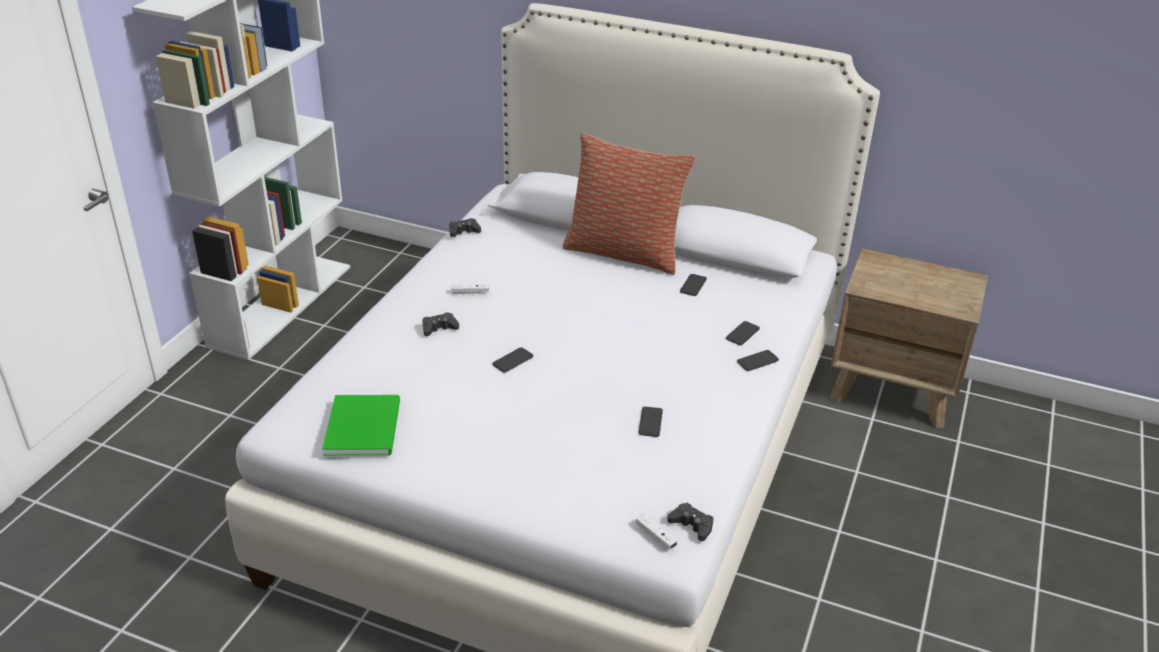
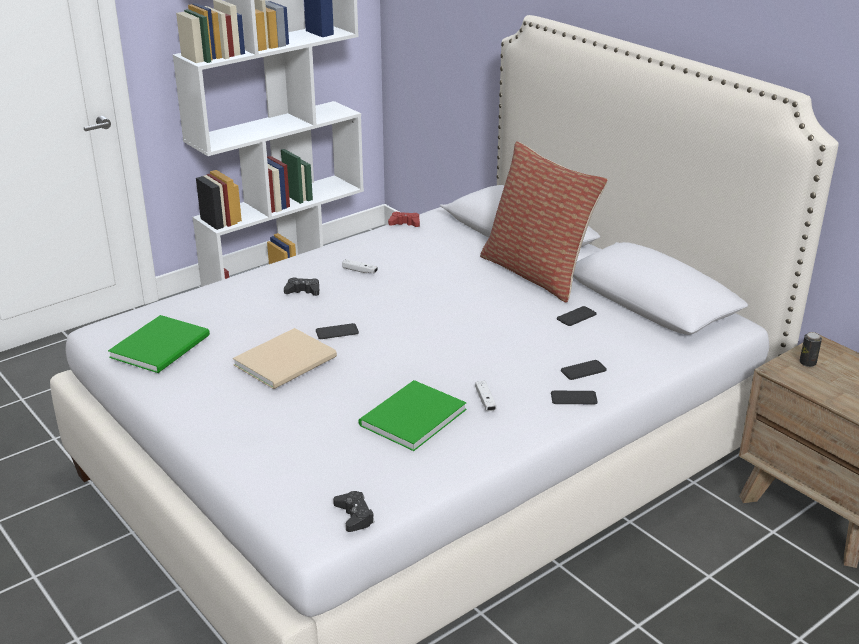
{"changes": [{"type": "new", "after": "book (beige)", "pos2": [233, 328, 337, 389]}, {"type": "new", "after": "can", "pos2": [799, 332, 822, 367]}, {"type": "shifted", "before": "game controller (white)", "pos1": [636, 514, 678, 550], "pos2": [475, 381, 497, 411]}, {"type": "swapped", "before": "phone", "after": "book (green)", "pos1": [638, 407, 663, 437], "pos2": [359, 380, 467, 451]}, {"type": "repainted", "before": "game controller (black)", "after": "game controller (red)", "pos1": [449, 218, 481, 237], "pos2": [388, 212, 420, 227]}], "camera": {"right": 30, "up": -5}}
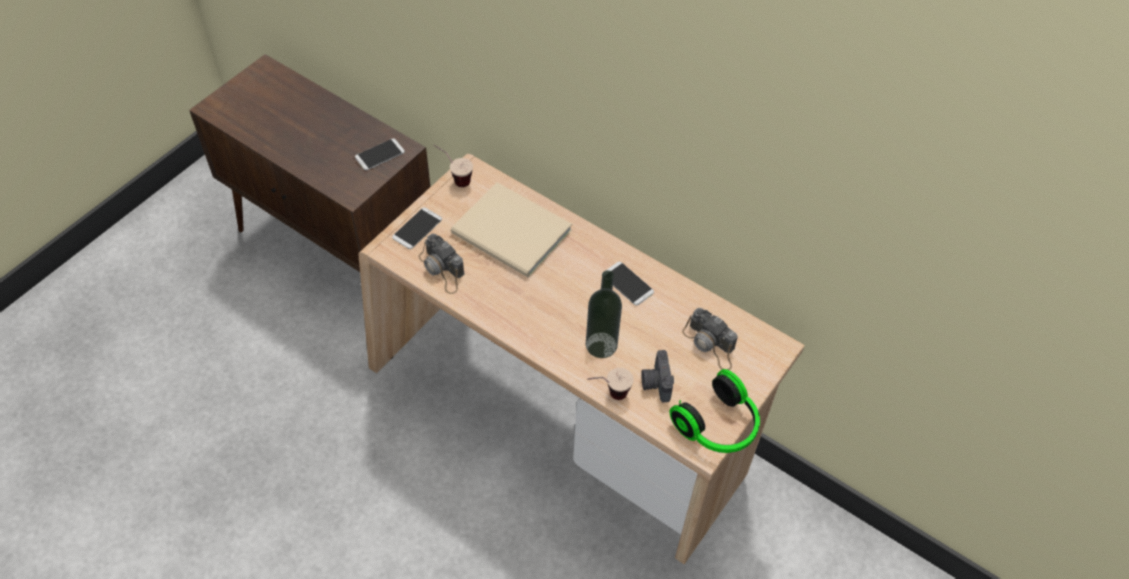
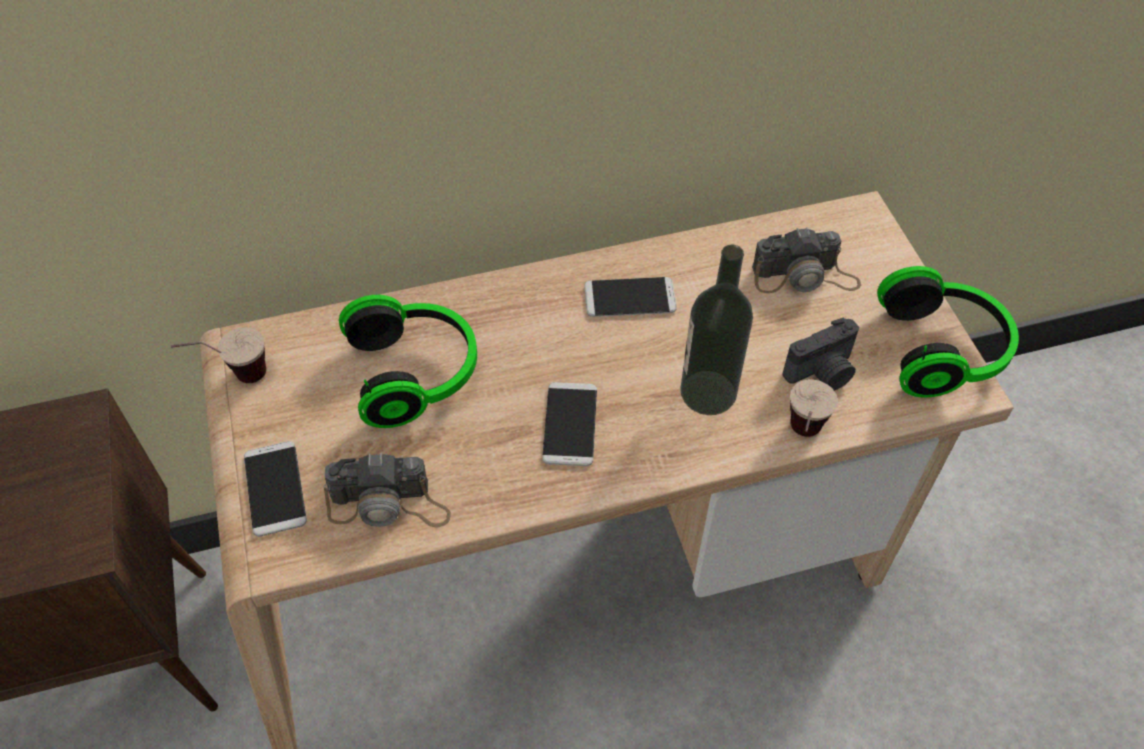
{"changes": [{"type": "shifted", "before": "phone", "pos1": [355, 139, 405, 170], "pos2": [542, 382, 597, 466]}, {"type": "swapped", "before": "book (beige)", "after": "headphones", "pos1": [451, 182, 572, 278], "pos2": [339, 295, 477, 428]}, {"type": "rotated", "before": "photo camera", "pos1": [641, 350, 674, 402], "pos2": [783, 317, 859, 391], "turn": -60}], "camera": {"right": -50, "up": 0}}
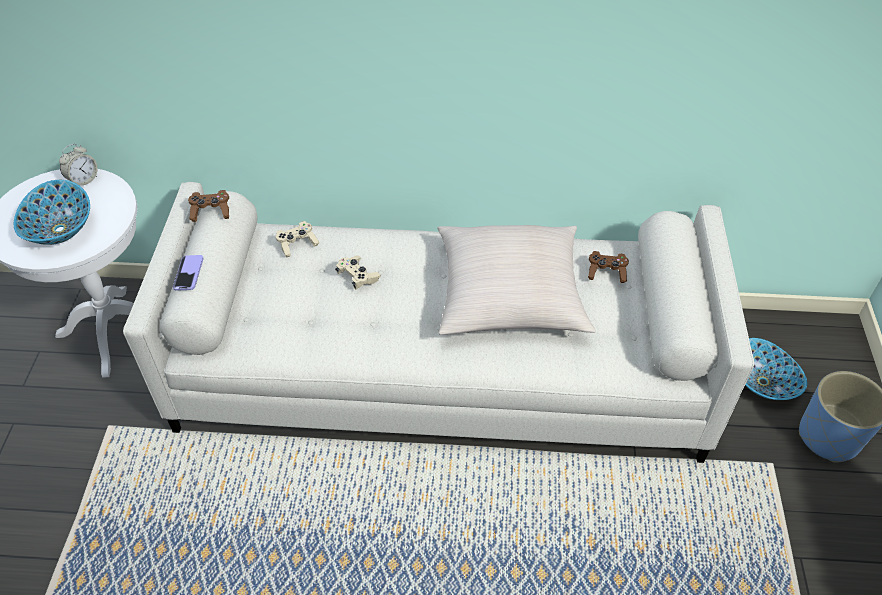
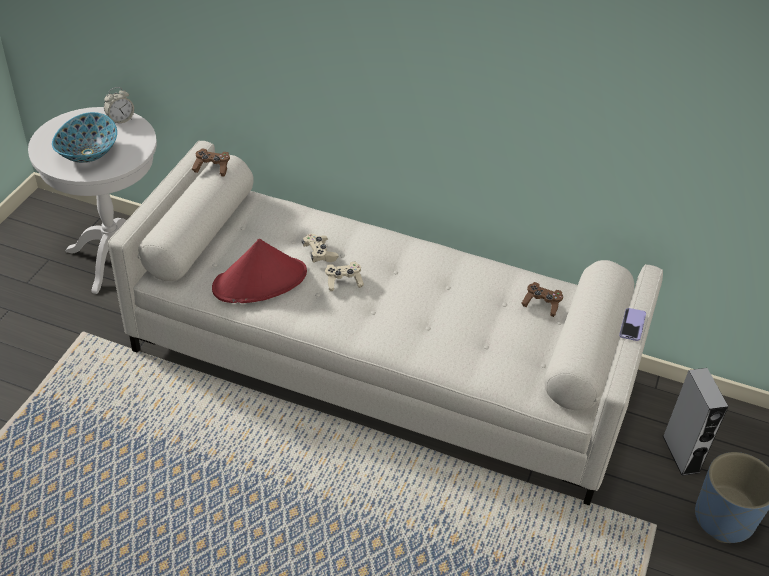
{"changes": [{"type": "gone", "before": "pillow (beige)", "pos1": [437, 225, 596, 335]}, {"type": "new", "after": "hat (red)", "pos2": [212, 239, 307, 303]}, {"type": "shifted", "before": "phone", "pos1": [173, 255, 204, 291], "pos2": [619, 308, 646, 341]}, {"type": "shifted", "before": "game controller (beige)", "pos1": [276, 221, 320, 258], "pos2": [325, 262, 364, 291]}, {"type": "swapped", "before": "bowl", "after": "speaker (grey)", "pos1": [745, 338, 807, 400], "pos2": [663, 368, 729, 476]}], "camera": {"right": 15, "up": -5}}
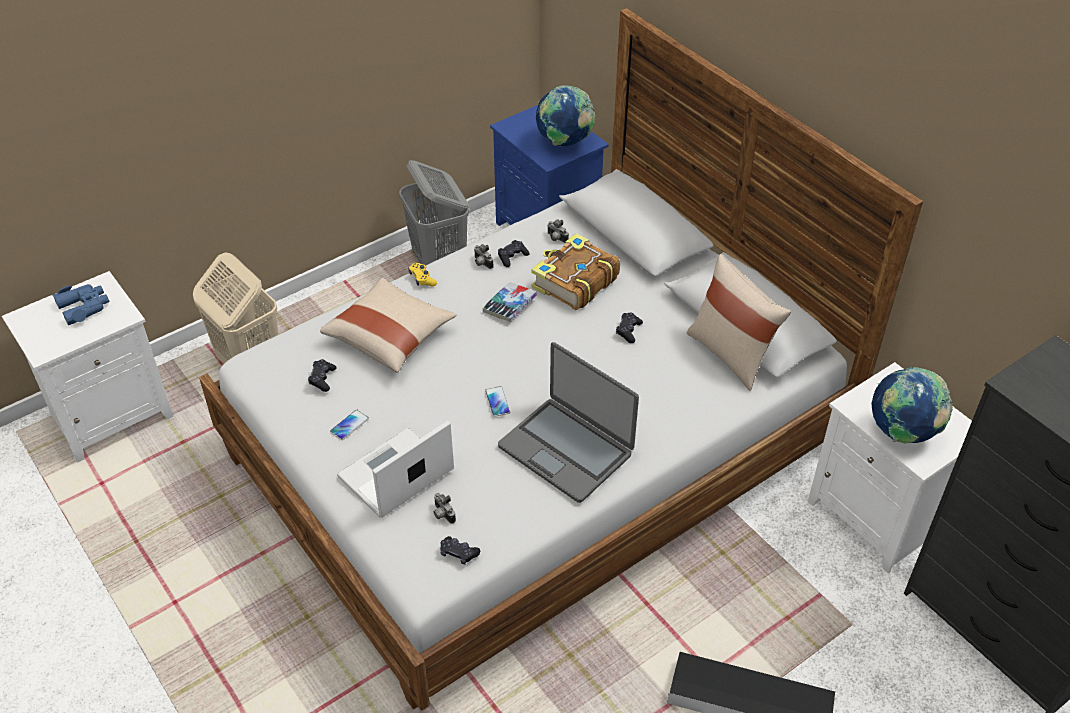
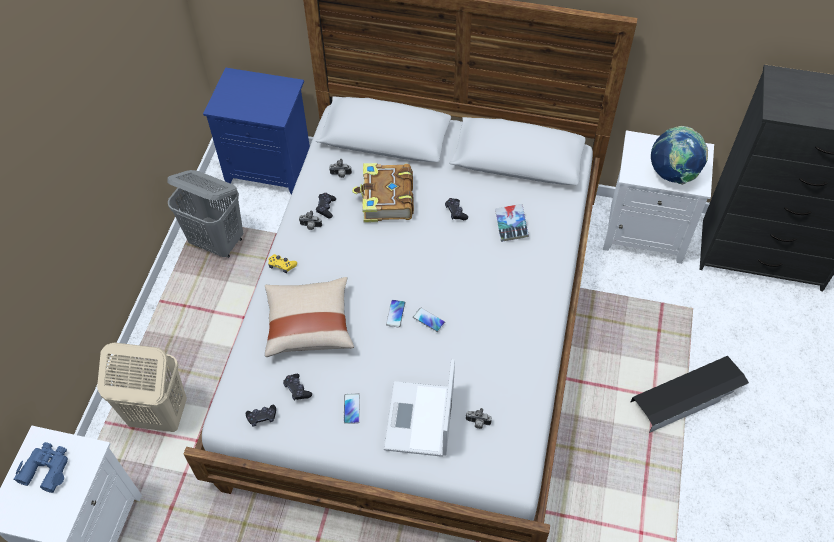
{"changes": [{"type": "gone", "before": "laptop", "pos1": [498, 342, 639, 503]}, {"type": "gone", "before": "globe", "pos1": [536, 85, 595, 147]}, {"type": "gone", "before": "pillow (beige)", "pos1": [686, 254, 791, 391]}, {"type": "new", "after": "phone", "pos2": [386, 300, 405, 328]}, {"type": "shifted", "before": "game controller (black)", "pos1": [440, 536, 480, 565], "pos2": [246, 405, 276, 426]}, {"type": "shifted", "before": "book", "pos1": [482, 282, 537, 322], "pos2": [495, 204, 529, 242]}], "camera": {"right": -40, "up": 10}}
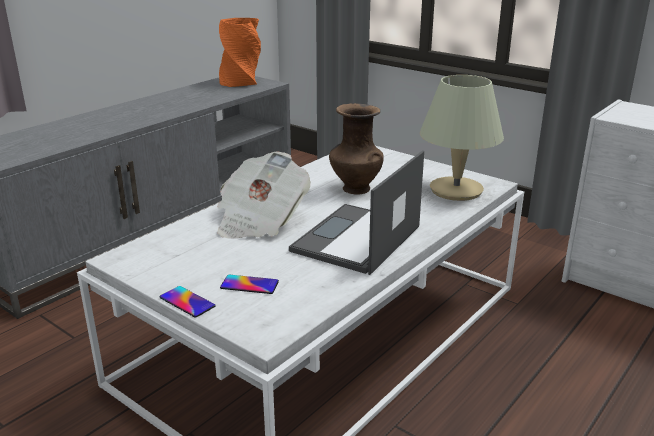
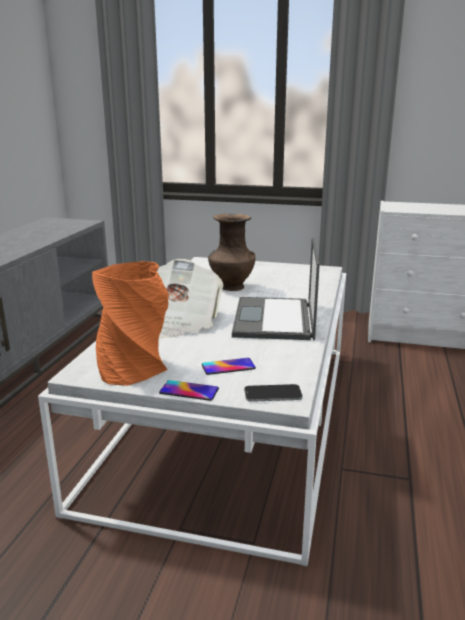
{"changes": [{"type": "gone", "before": "table lamp (beige)", "pos1": [420, 75, 504, 201]}, {"type": "new", "after": "phone", "pos2": [244, 384, 303, 402]}, {"type": "shifted", "before": "vase (orange)", "pos1": [219, 18, 261, 87], "pos2": [92, 261, 169, 386]}], "camera": {"right": -25, "up": -5}}
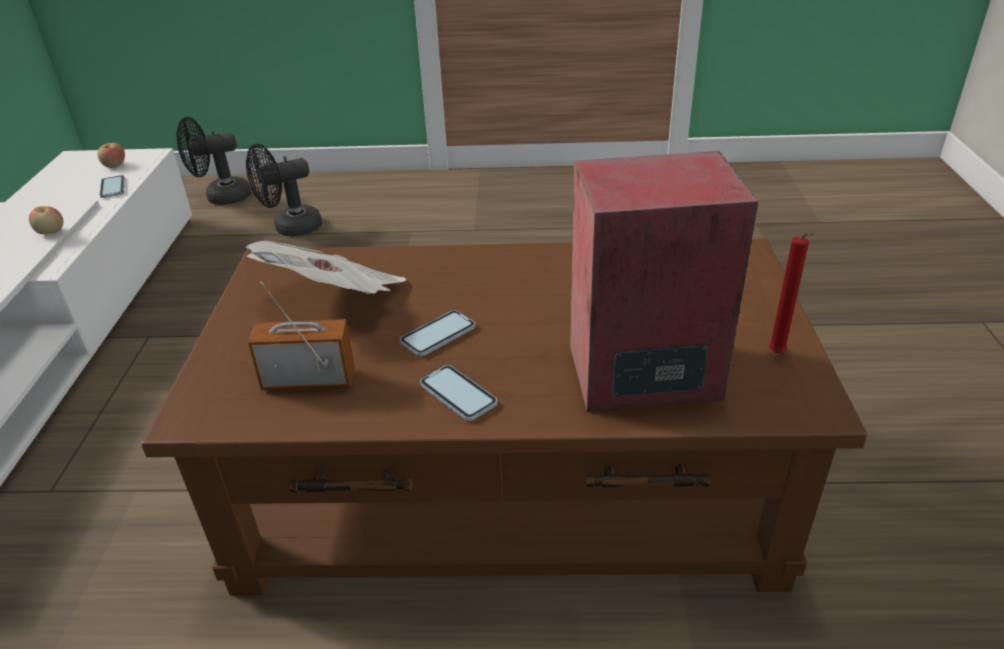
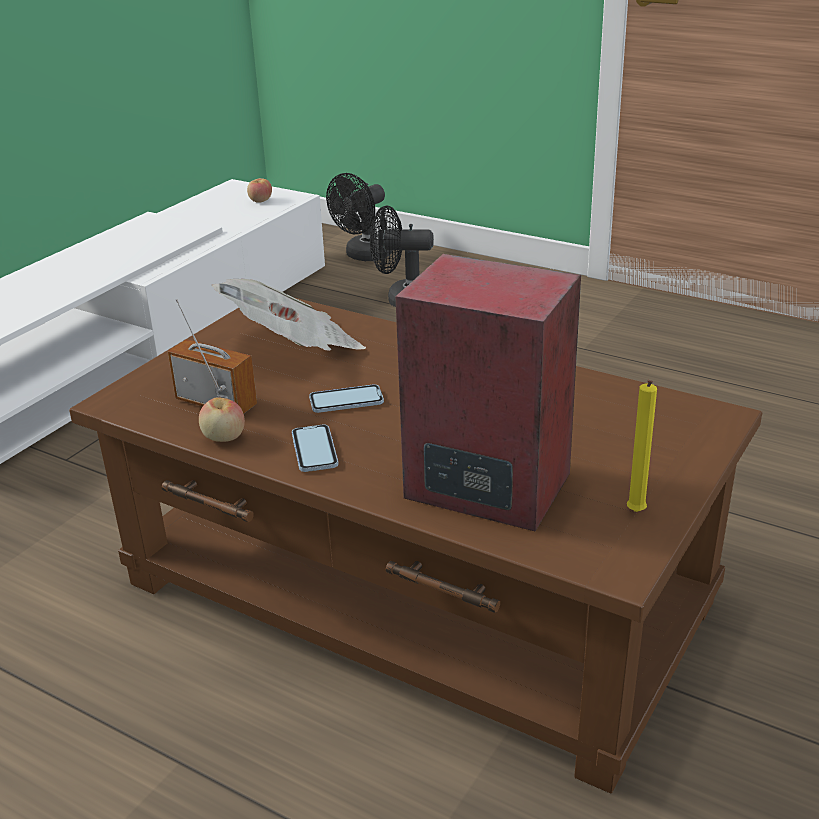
{"changes": [{"type": "gone", "before": "phone", "pos1": [100, 175, 125, 198]}, {"type": "shifted", "before": "apple", "pos1": [29, 206, 63, 234], "pos2": [199, 397, 245, 442]}, {"type": "repainted", "before": "candle (red)", "after": "candle (yellow)", "pos1": [768, 233, 814, 353], "pos2": [627, 380, 657, 512]}, {"type": "rotated", "before": "fan (black)", "pos1": [177, 117, 251, 205], "pos2": [326, 173, 392, 261], "turn": -60}], "camera": {"right": 30, "up": -5}}
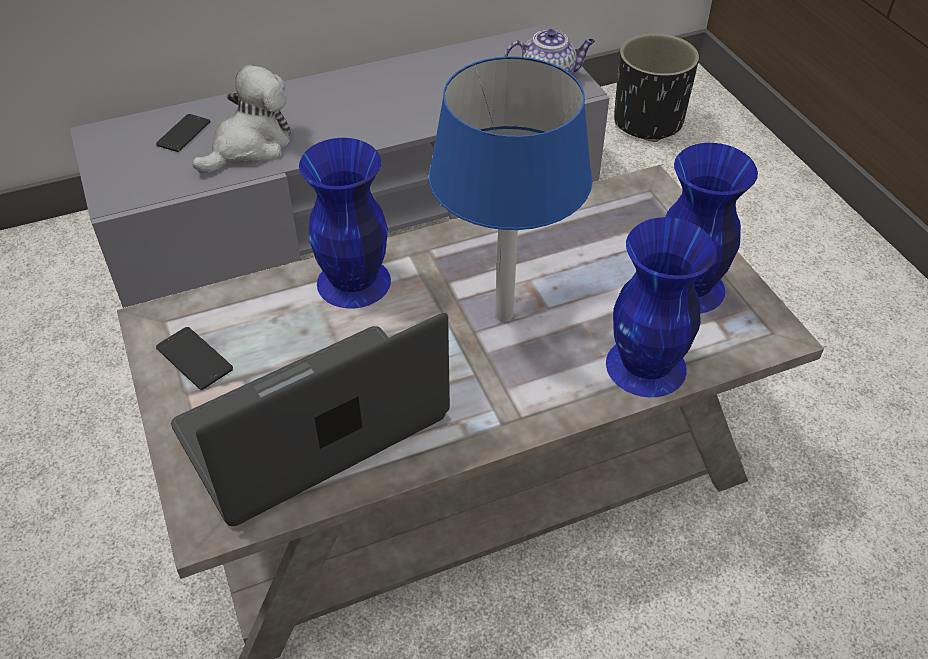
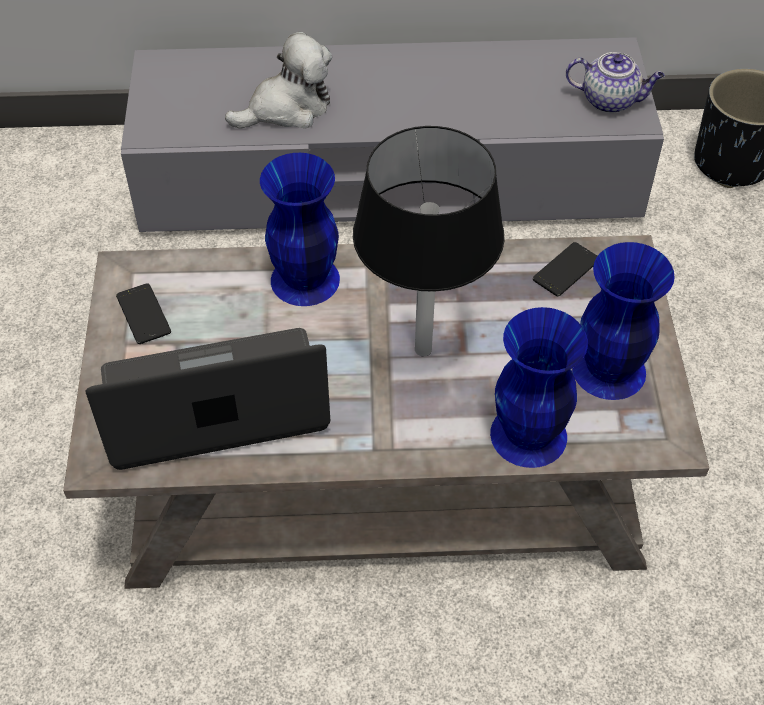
{"changes": [{"type": "shifted", "before": "phone", "pos1": [156, 114, 211, 152], "pos2": [533, 242, 597, 296]}, {"type": "repainted", "before": "table lamp (blue)", "after": "table lamp (black)", "pos1": [429, 56, 592, 322], "pos2": [353, 126, 505, 356]}], "camera": {"right": 20, "up": 5}}
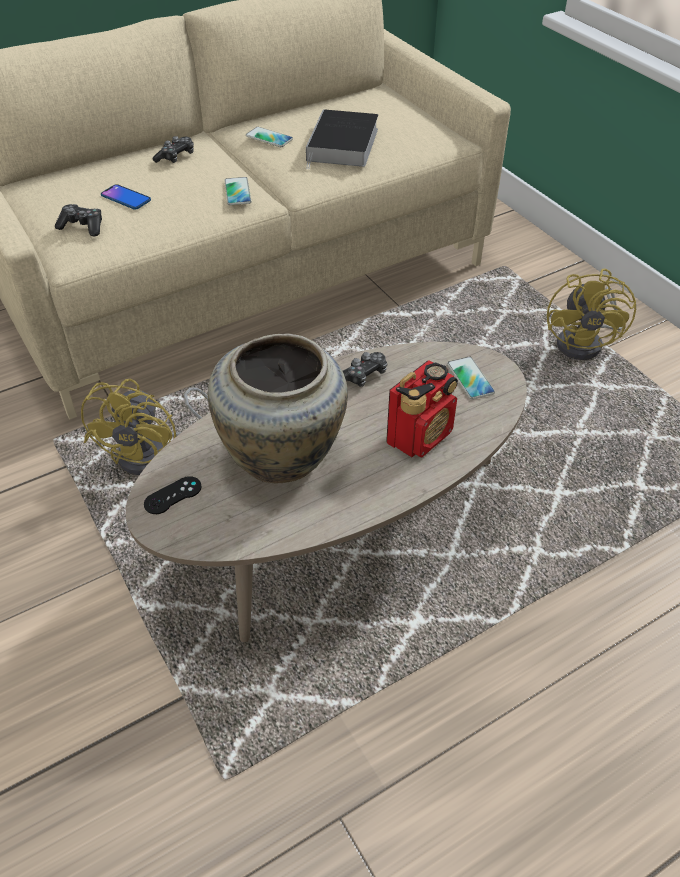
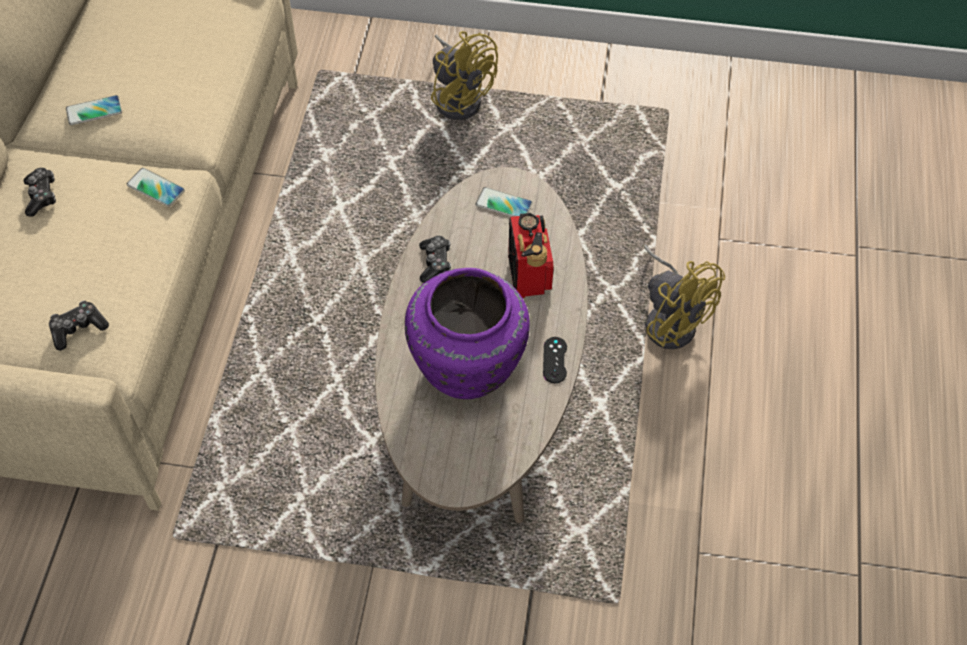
{"changes": [{"type": "gone", "before": "phone", "pos1": [101, 184, 151, 210]}, {"type": "gone", "before": "book", "pos1": [306, 109, 378, 170]}, {"type": "shifted", "before": "fan (yellow)", "pos1": [81, 379, 208, 475], "pos2": [644, 244, 725, 349]}, {"type": "shifted", "before": "game controller (black)", "pos1": [144, 476, 201, 514], "pos2": [543, 337, 567, 383]}, {"type": "repainted", "before": "vase (beige)", "after": "vase (purple)", "pos1": [208, 333, 348, 484], "pos2": [405, 268, 530, 399]}], "camera": {"right": -50, "up": 10}}
